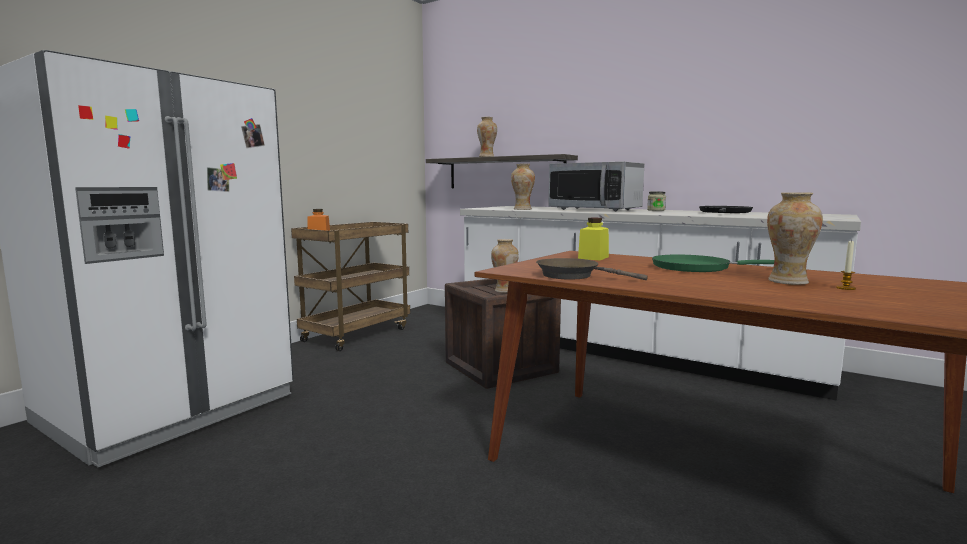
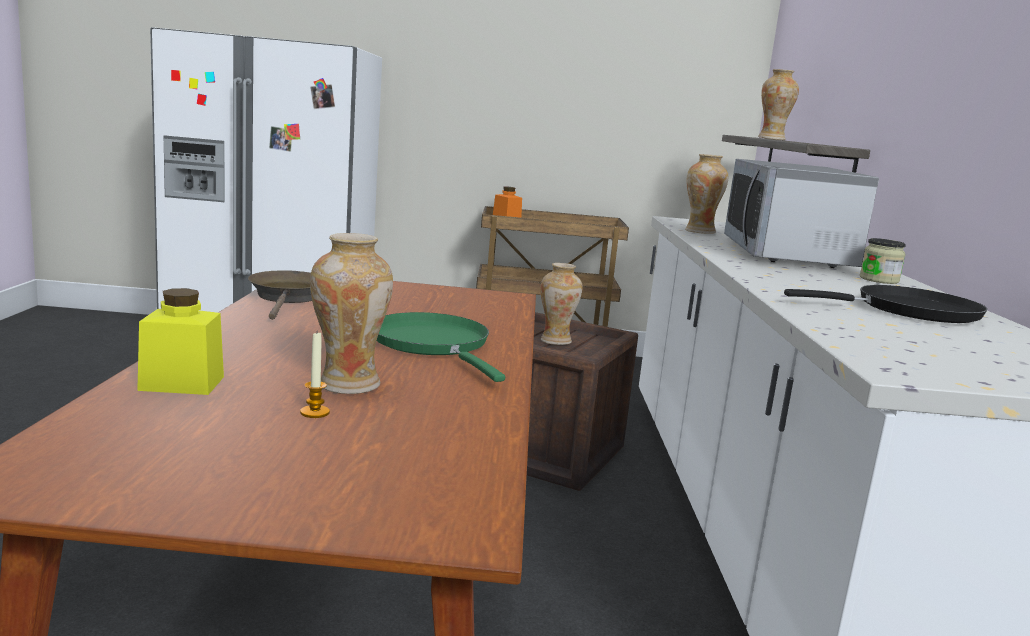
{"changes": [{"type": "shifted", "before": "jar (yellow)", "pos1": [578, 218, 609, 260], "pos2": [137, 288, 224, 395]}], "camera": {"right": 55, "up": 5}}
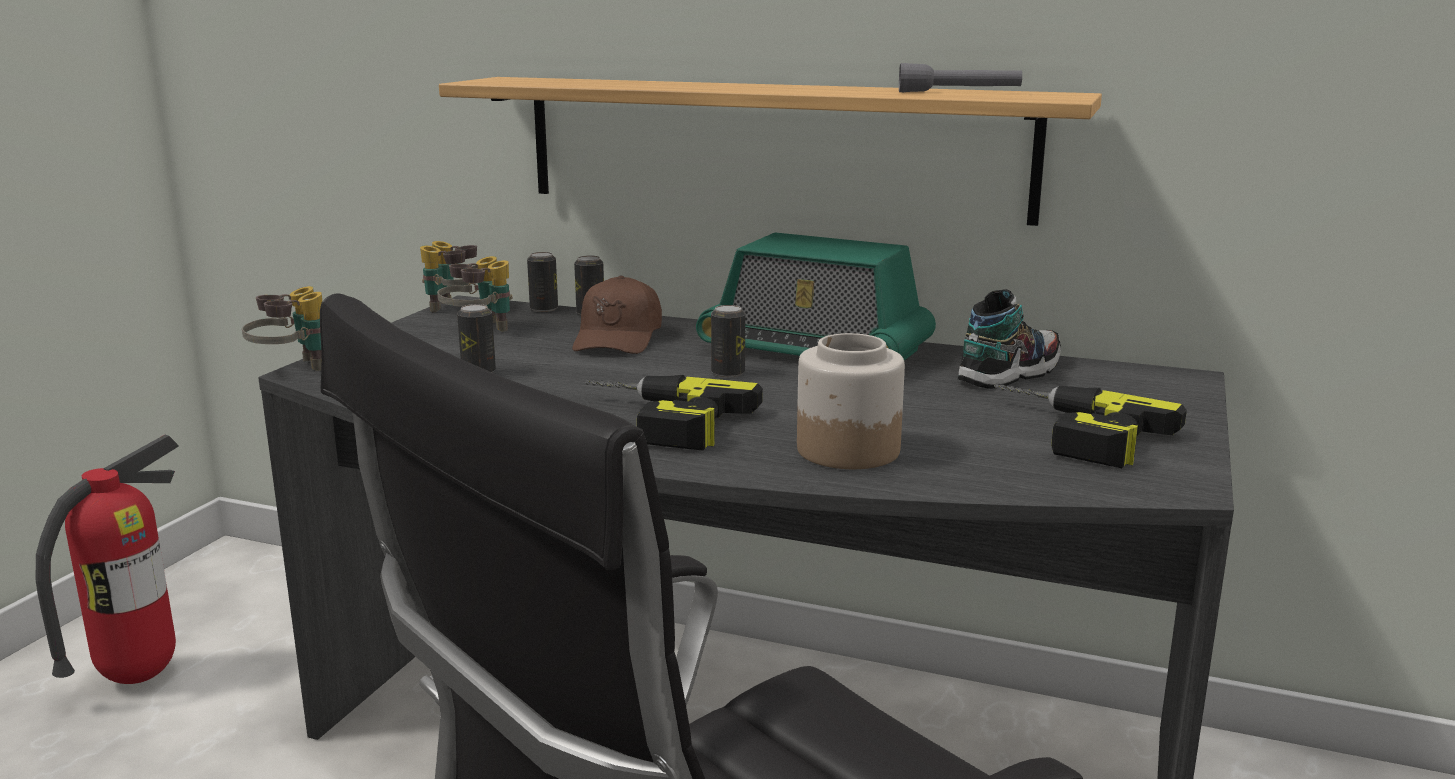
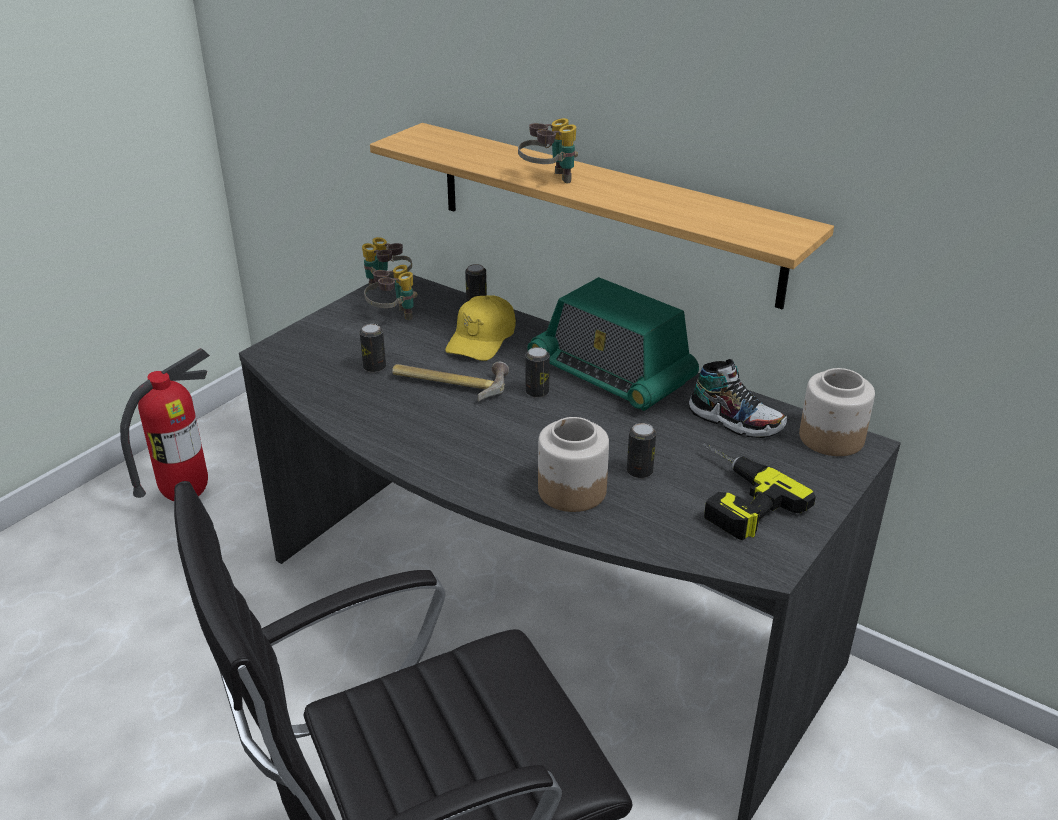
{"changes": [{"type": "gone", "before": "power drill", "pos1": [585, 375, 763, 451]}, {"type": "gone", "before": "flashlight (grey)", "pos1": [899, 63, 1022, 92]}, {"type": "new", "after": "hammer", "pos2": [392, 362, 509, 402]}, {"type": "new", "after": "jar", "pos2": [799, 368, 875, 456]}, {"type": "shifted", "before": "binoculars", "pos1": [242, 286, 322, 371], "pos2": [518, 118, 578, 183]}, {"type": "shifted", "before": "can", "pos1": [527, 252, 558, 312], "pos2": [627, 423, 656, 479]}, {"type": "repainted", "before": "cap (brown)", "after": "cap (yellow)", "pos1": [572, 275, 662, 354], "pos2": [445, 295, 516, 361]}, {"type": "rotated", "before": "shoe", "pos1": [958, 289, 1061, 389], "pos2": [689, 359, 787, 438], "turn": 60}], "camera": {"right": 15, "up": 15}}
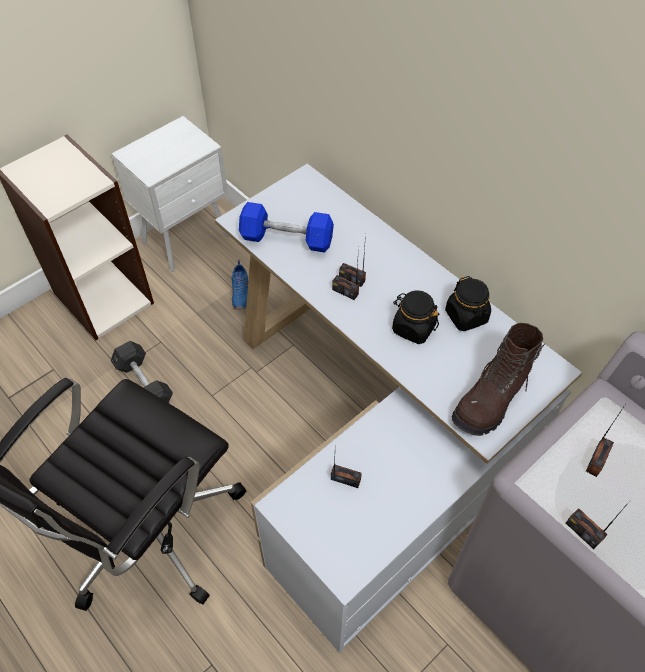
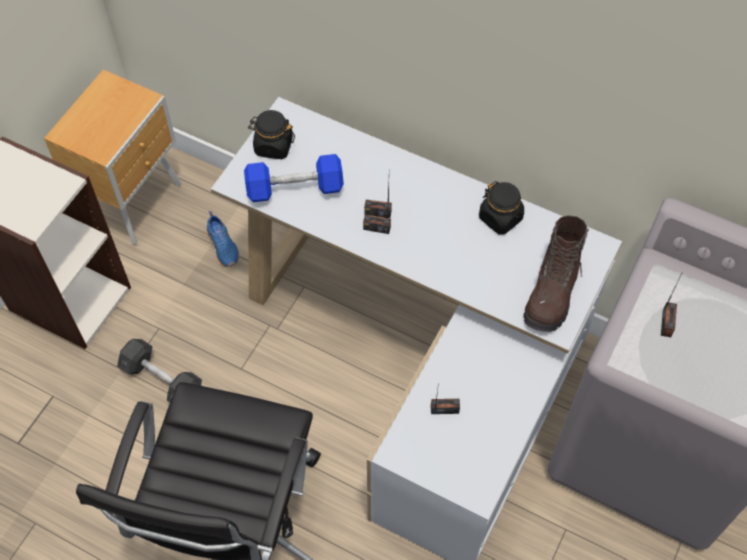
{"changes": [{"type": "gone", "before": "radio", "pos1": [566, 501, 630, 549]}, {"type": "shifted", "before": "jar (black)", "pos1": [392, 290, 439, 344], "pos2": [248, 110, 295, 159]}, {"type": "repainted", "before": "nightstand (white)", "after": "nightstand (brown)", "pos1": [111, 116, 229, 272], "pos2": [44, 70, 182, 245]}], "camera": {"right": -20, "up": 5}}
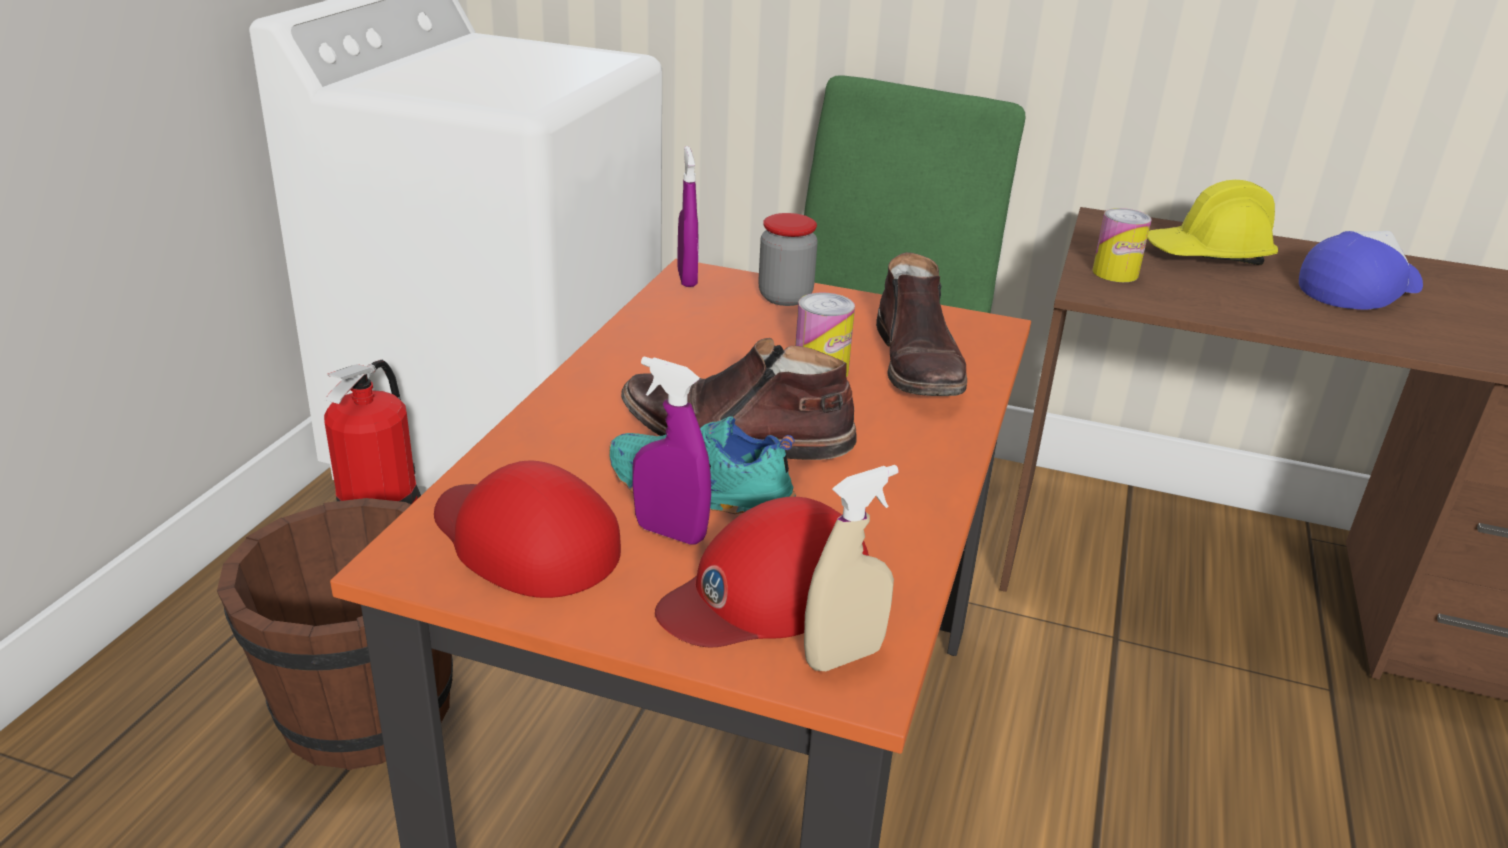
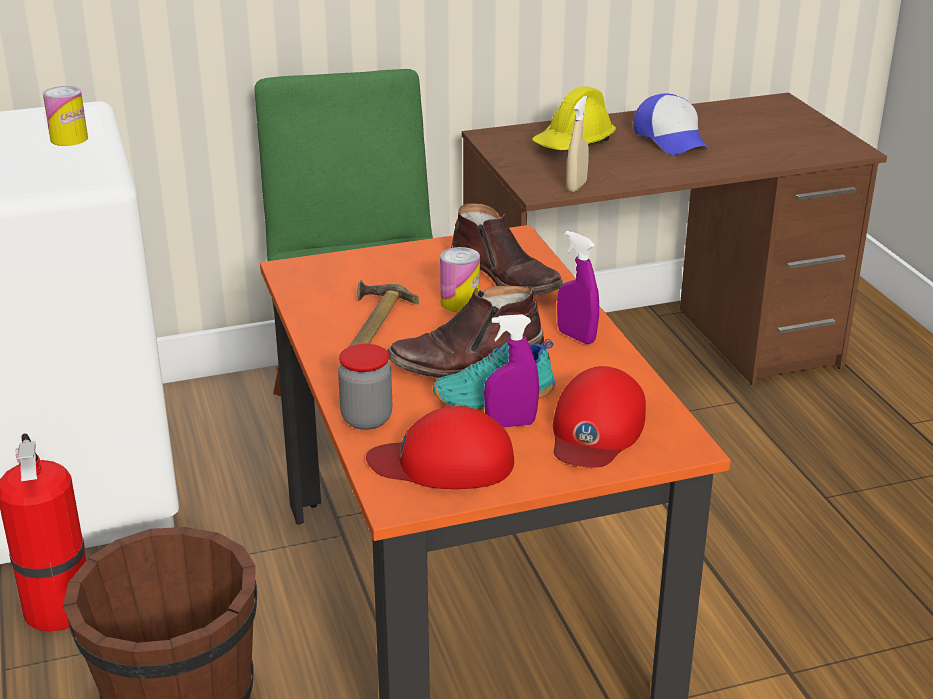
{"changes": [{"type": "new", "after": "hammer", "pos2": [349, 280, 419, 347]}, {"type": "shifted", "before": "spray bottle (purple)", "pos1": [677, 146, 699, 287], "pos2": [557, 231, 599, 344]}, {"type": "shifted", "before": "jar", "pos1": [759, 213, 818, 306], "pos2": [338, 344, 392, 430]}, {"type": "shifted", "before": "spray bottle (beige)", "pos1": [804, 465, 899, 671], "pos2": [567, 96, 589, 192]}, {"type": "shifted", "before": "can", "pos1": [1092, 208, 1151, 282], "pos2": [43, 86, 88, 146]}, {"type": "rotated", "before": "cap", "pos1": [1299, 231, 1423, 310], "pos2": [633, 93, 709, 155], "turn": 135}], "camera": {"right": -35, "up": 0}}
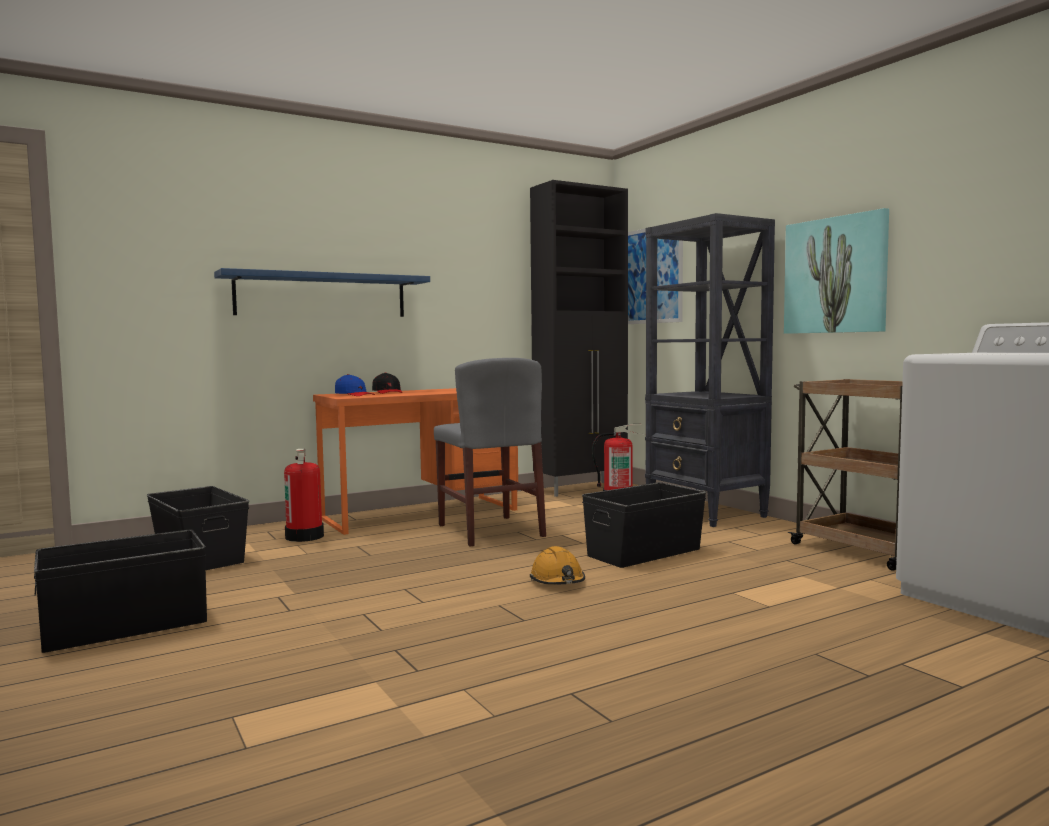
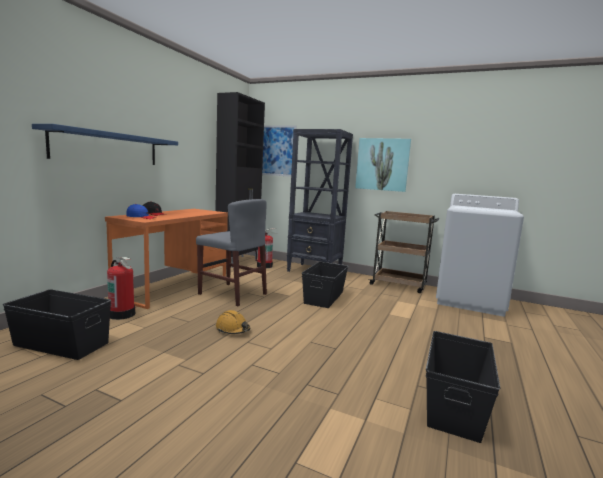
{"changes": [{"type": "shifted", "before": "storage box (black)", "pos1": [34, 529, 207, 653], "pos2": [426, 331, 500, 443]}, {"type": "shifted", "before": "hard hat (orange)", "pos1": [530, 546, 585, 585], "pos2": [216, 310, 250, 334]}], "camera": {"right": -35, "up": 5}}
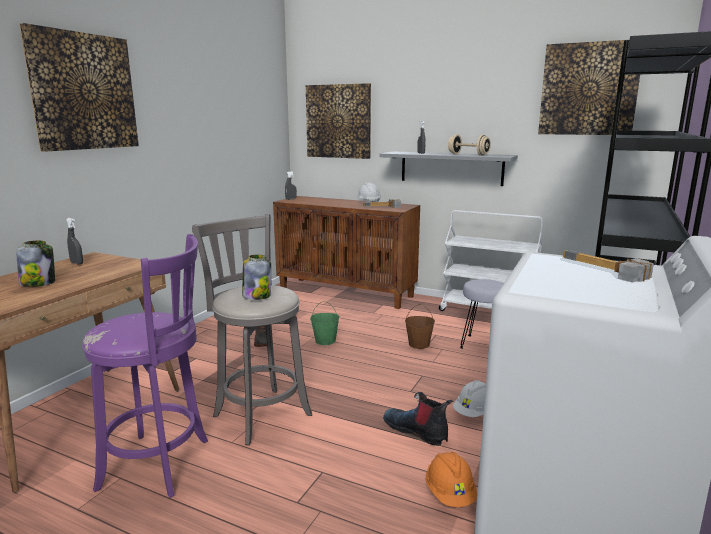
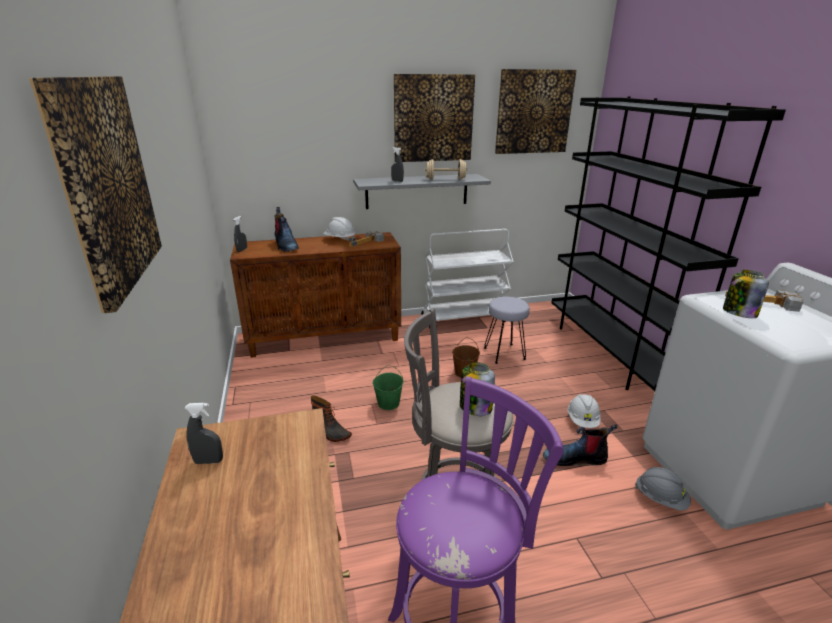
{"changes": [{"type": "new", "after": "boot", "pos2": [275, 207, 299, 252]}, {"type": "shifted", "before": "jar", "pos1": [16, 241, 55, 287], "pos2": [723, 270, 769, 318]}, {"type": "shifted", "before": "picture", "pos1": [306, 83, 371, 159], "pos2": [394, 74, 475, 162]}, {"type": "repainted", "before": "hard hat (orange)", "after": "hard hat (grey)", "pos1": [426, 452, 477, 507], "pos2": [635, 467, 691, 511]}], "camera": {"right": -40, "up": 10}}
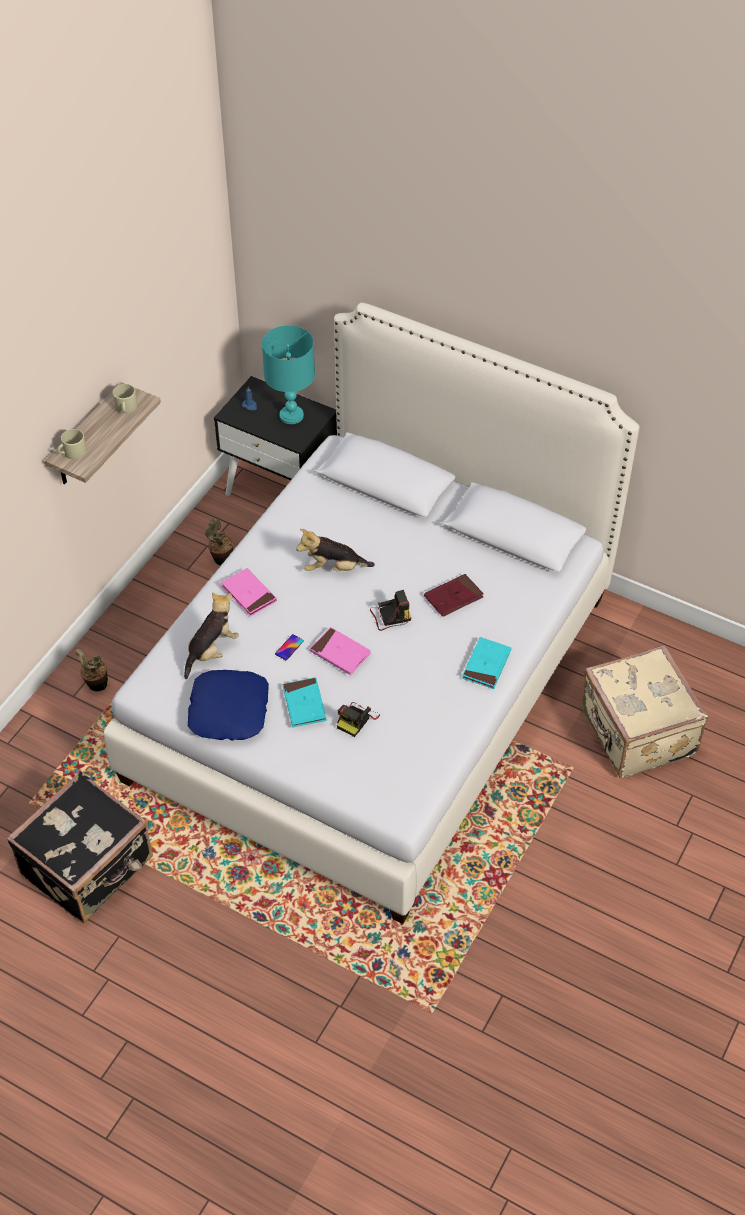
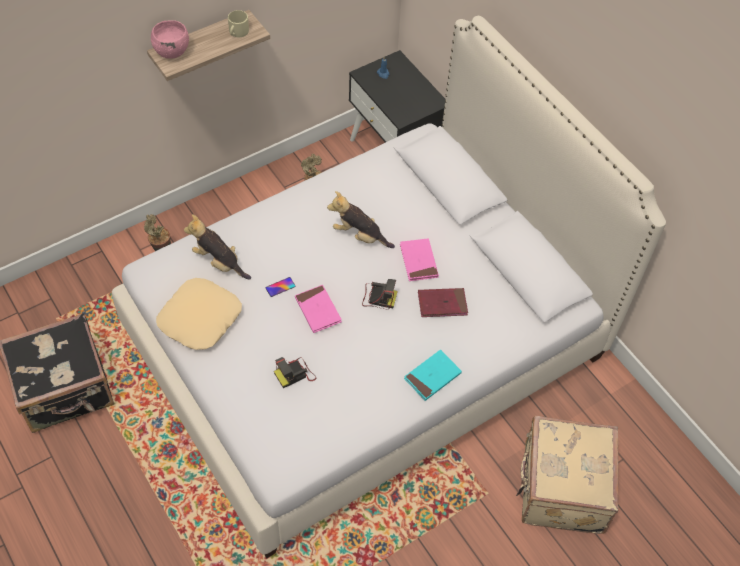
{"changes": [{"type": "gone", "before": "table lamp (turquoise)", "pos1": [262, 325, 315, 424]}, {"type": "gone", "before": "book (turquoise)", "pos1": [283, 677, 327, 727]}, {"type": "shifted", "before": "book (pink)", "pos1": [221, 568, 277, 616], "pos2": [400, 238, 439, 281]}, {"type": "swapped", "before": "mug (beige)", "after": "bowl (pink)", "pos1": [57, 429, 87, 460], "pos2": [151, 20, 189, 59]}, {"type": "repainted", "before": "pillow (blue)", "after": "pillow (beige)", "pos1": [188, 670, 269, 741], "pos2": [156, 278, 242, 350]}, {"type": "rotated", "before": "plush toy", "pos1": [184, 592, 239, 679], "pos2": [184, 214, 251, 280], "turn": -120}], "camera": {"right": 25, "up": 5}}
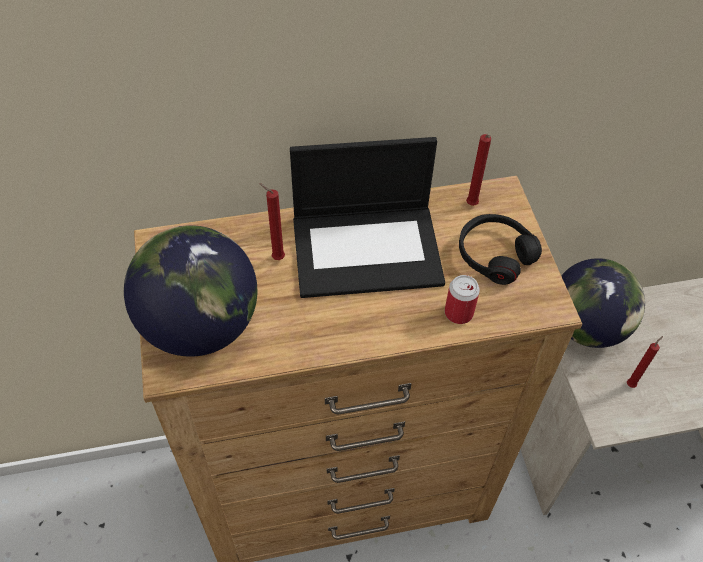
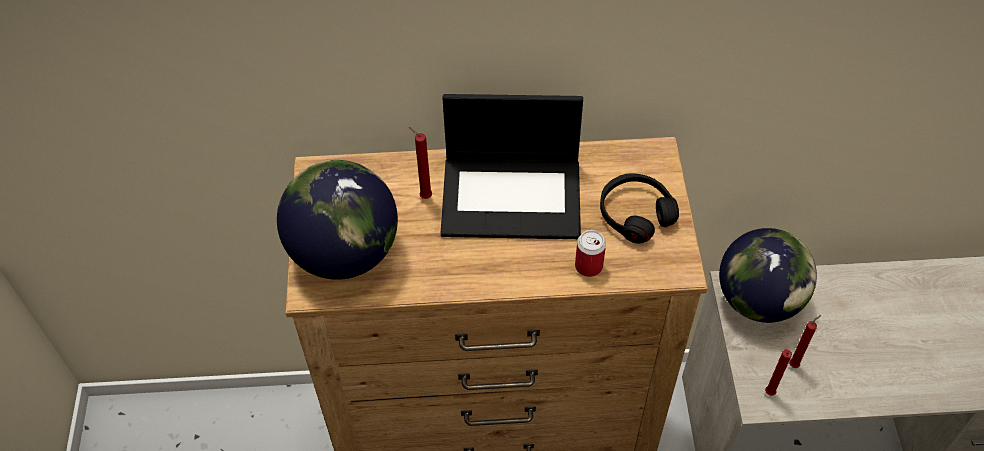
{"changes": [{"type": "shifted", "before": "candle (red)", "pos1": [466, 134, 491, 206], "pos2": [765, 349, 792, 396]}], "camera": {"right": 10, "up": 0}}
